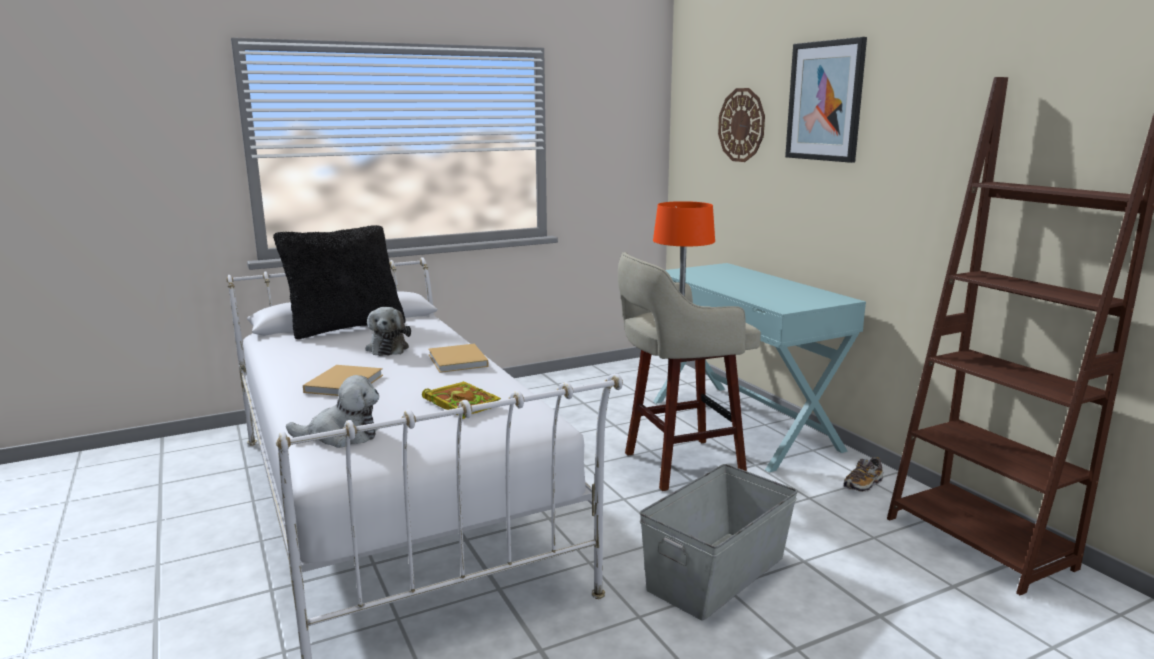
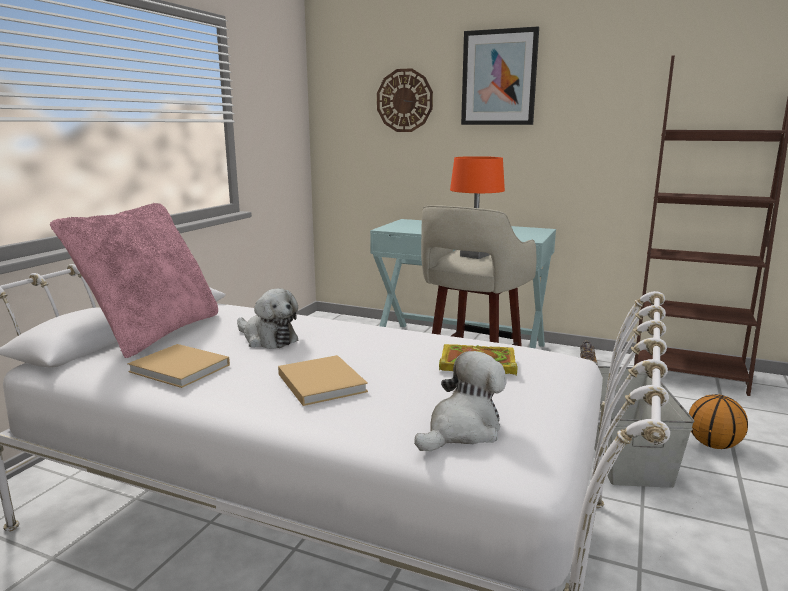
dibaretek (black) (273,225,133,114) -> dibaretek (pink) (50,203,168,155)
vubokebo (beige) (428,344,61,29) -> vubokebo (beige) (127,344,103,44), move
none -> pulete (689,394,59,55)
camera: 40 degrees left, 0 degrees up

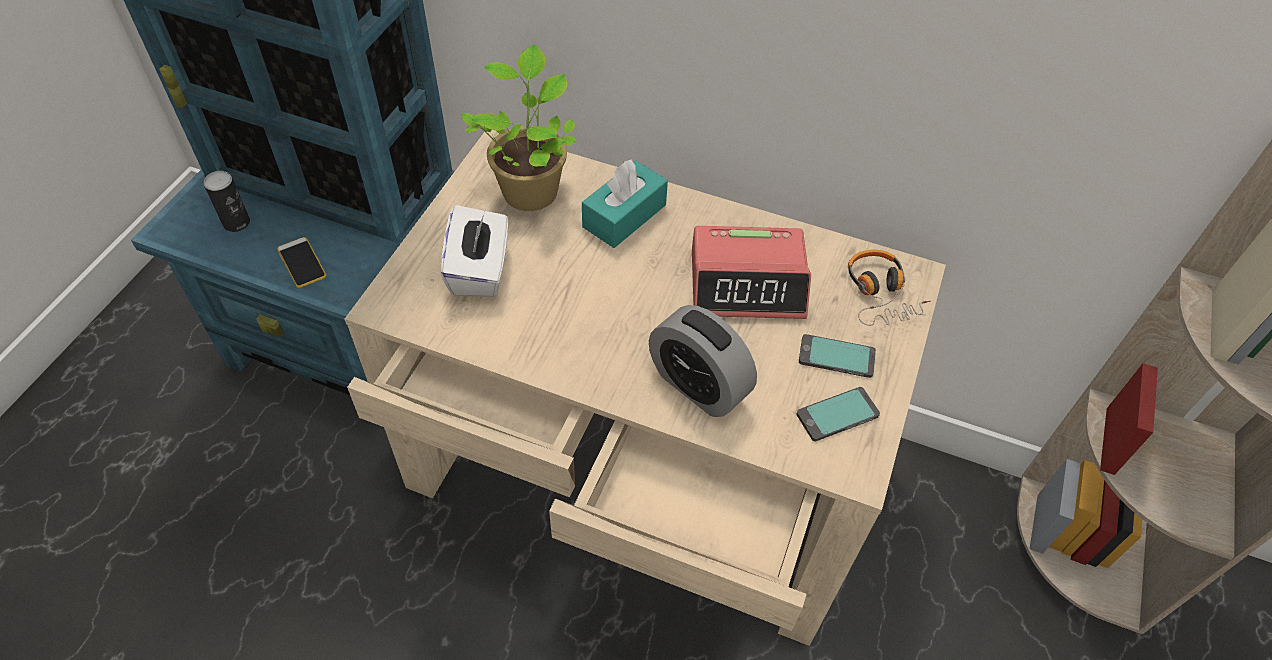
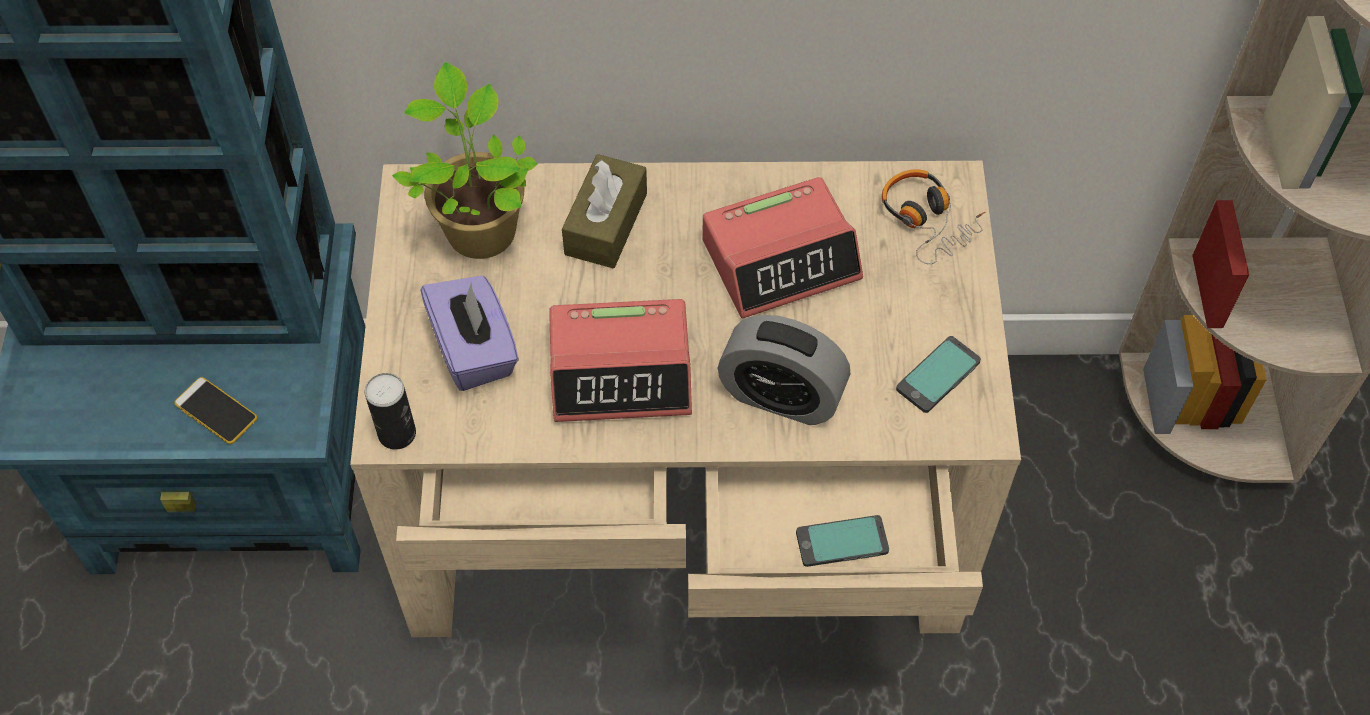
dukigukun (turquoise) (582,160,86,88) -> dukigukun (brown) (562,154,85,114)
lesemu (204,171,46,61) -> lesemu (365,373,51,77), move
dukigukun (white) (441,205,67,92) -> dukigukun (purple) (420,276,99,115)
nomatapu (799,334,77,44) -> nomatapu (796,515,93,52), move
none -> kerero (549,299,143,123)
camera: 20 degrees left, 5 degrees up

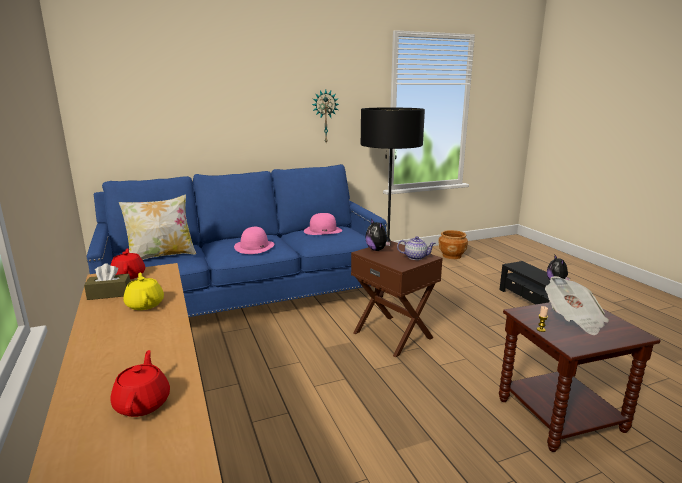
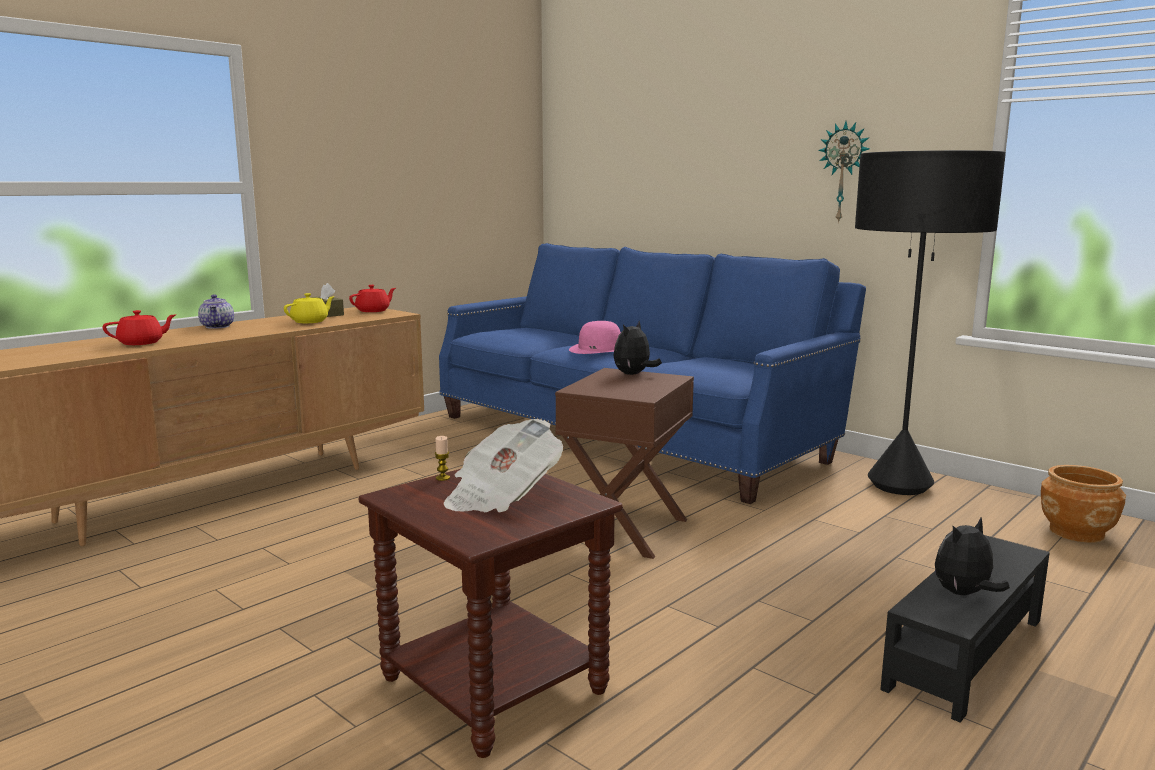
dibaretek (119,194,77,66) -> none
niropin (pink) (304,213,38,22) -> none
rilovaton (397,236,39,24) -> rilovaton (198,294,36,35), move
camera: 65 degrees right, 5 degrees down

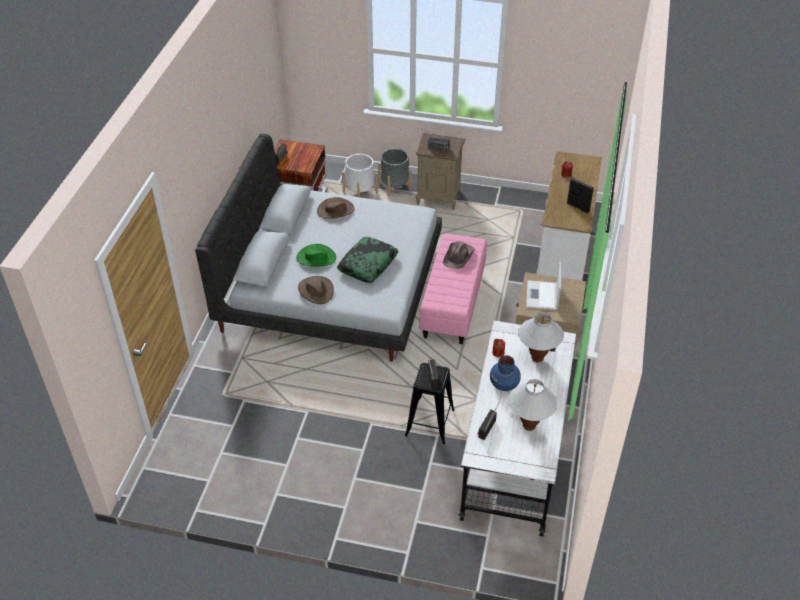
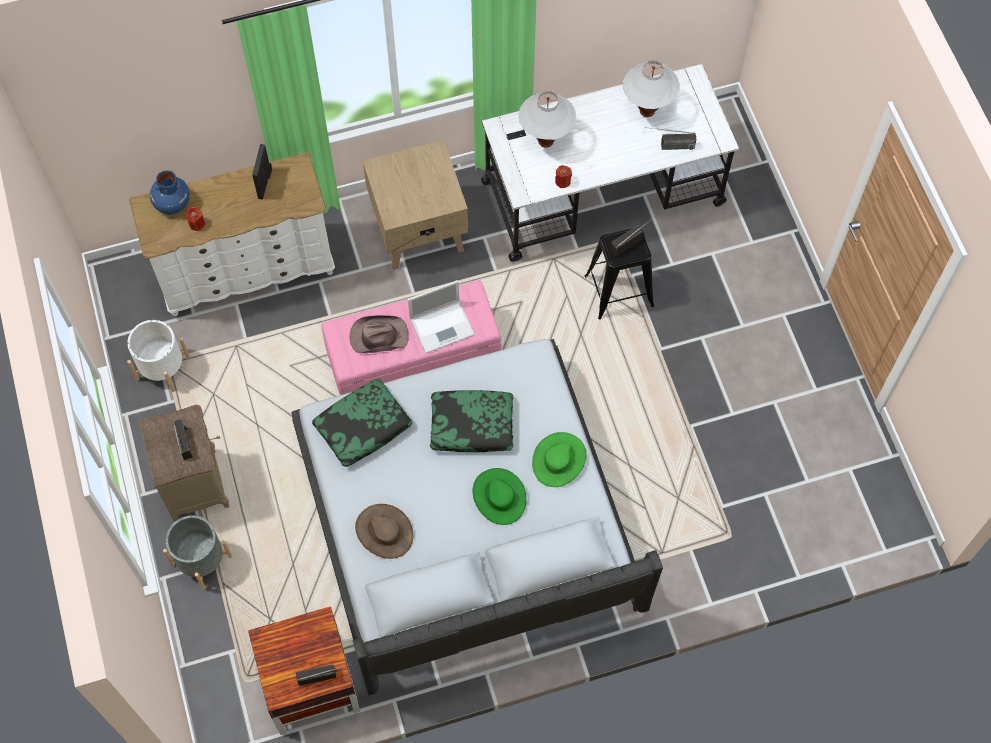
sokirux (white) (342,154,36,43) -> sokirux (white) (127,320,63,72), move
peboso (526,262,35,48) -> peboso (408,280,67,73), move
niropin (brown) (298,276,36,28) -> niropin (green) (532,432,54,55)
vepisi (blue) (490,355,31,36) -> vepisi (blue) (150,170,40,44), move
none -> dibaretek (312,379,101,88)
camera: 120 degrees left, 20 degrees up

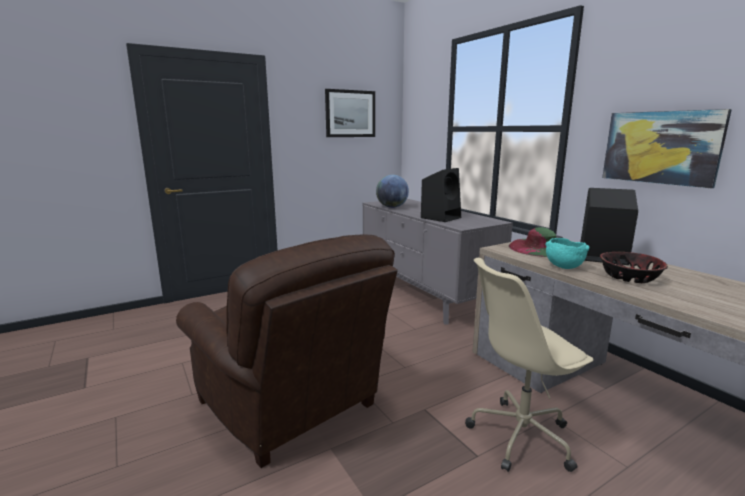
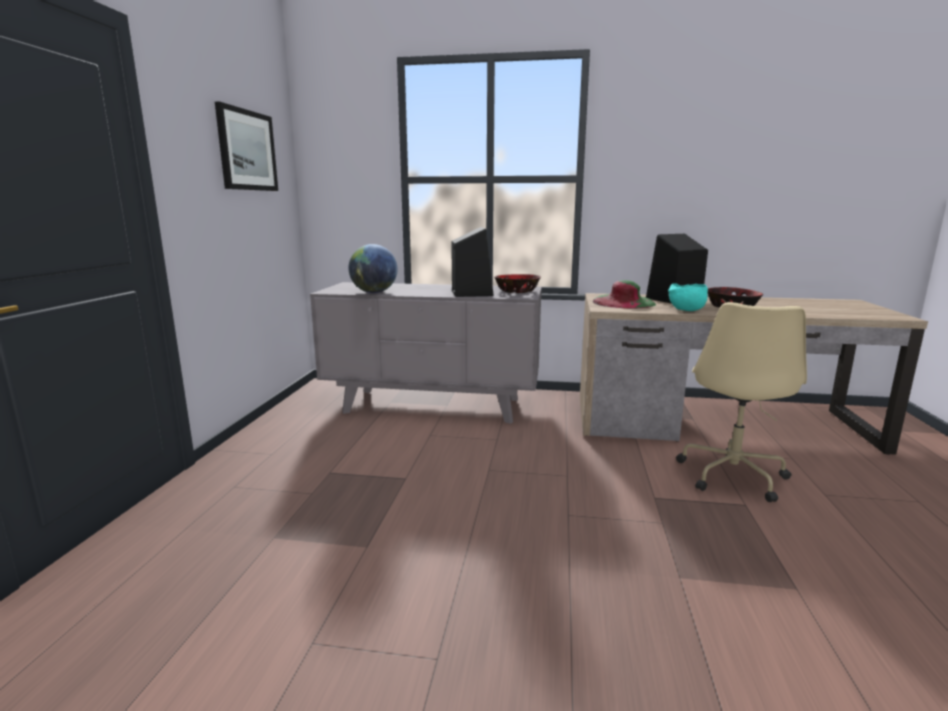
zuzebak (602,109,130,79) -> none
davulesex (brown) (176,234,222,234) -> none
none -> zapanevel (494,274,47,19)
camera: 50 degrees left, 0 degrees up

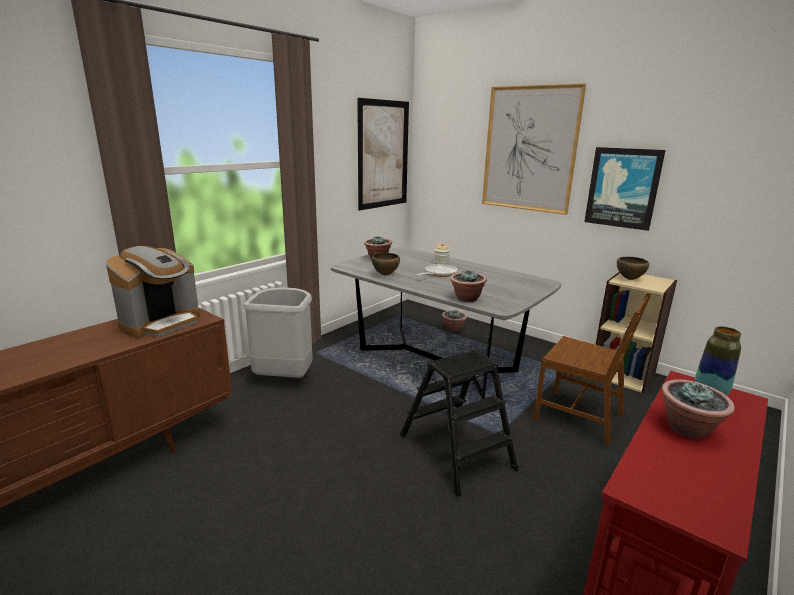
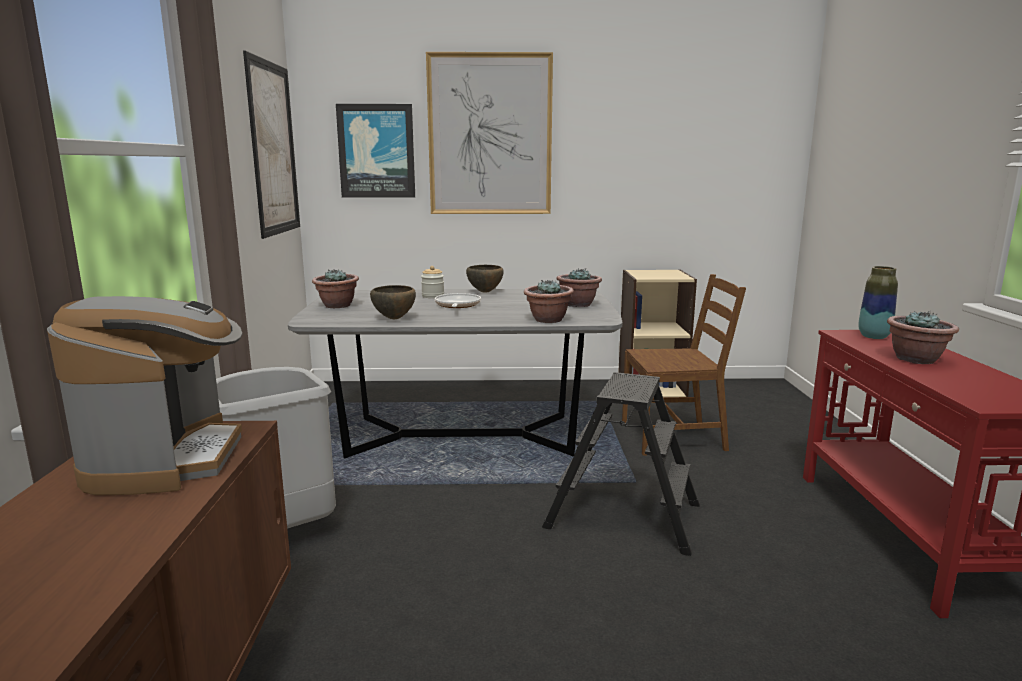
zuzebak (584,147,82,84) -> zuzebak (336,104,79,94), move
zapanevel (brown) (617,257,32,23) -> zapanevel (brown) (466,265,38,28), move
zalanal (442,310,25,22) -> zalanal (557,268,45,39), move
camera: 40 degrees left, 5 degrees down

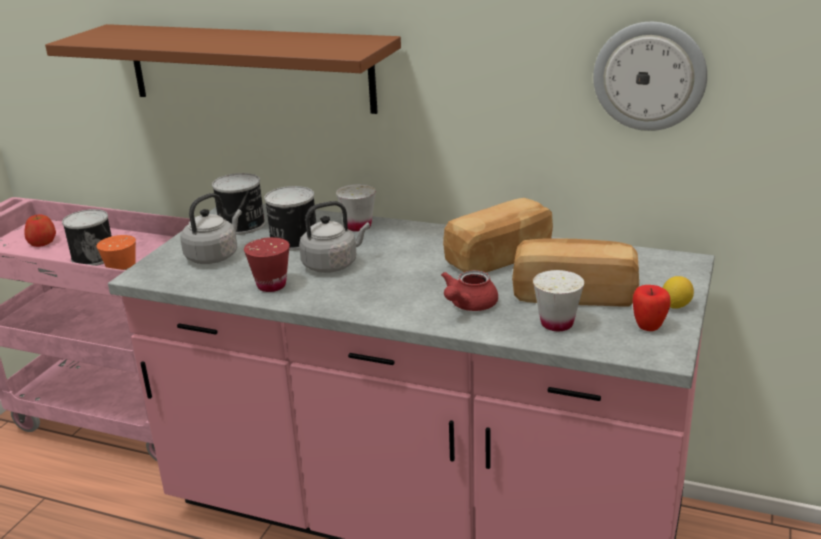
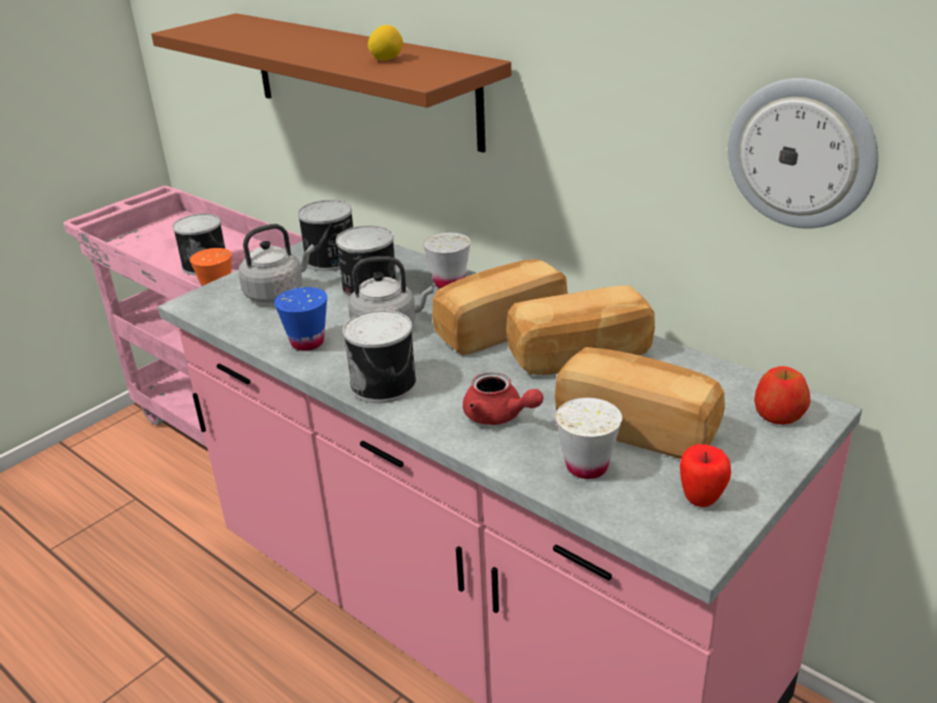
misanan (24,214,32,33) -> misanan (754,366,56,59), move
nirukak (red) (244,237,46,55) -> nirukak (blue) (274,287,53,64)
rilovaton (red) (441,270,57,41) -> rilovaton (red) (463,372,81,53), 105 degrees counterclockwise
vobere (663,276,31,32) -> vobere (368,25,35,36), move
none -> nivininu (432,260,136,96)
none -> lesemu (343,310,74,93)
camera: 20 degrees right, 5 degrees up

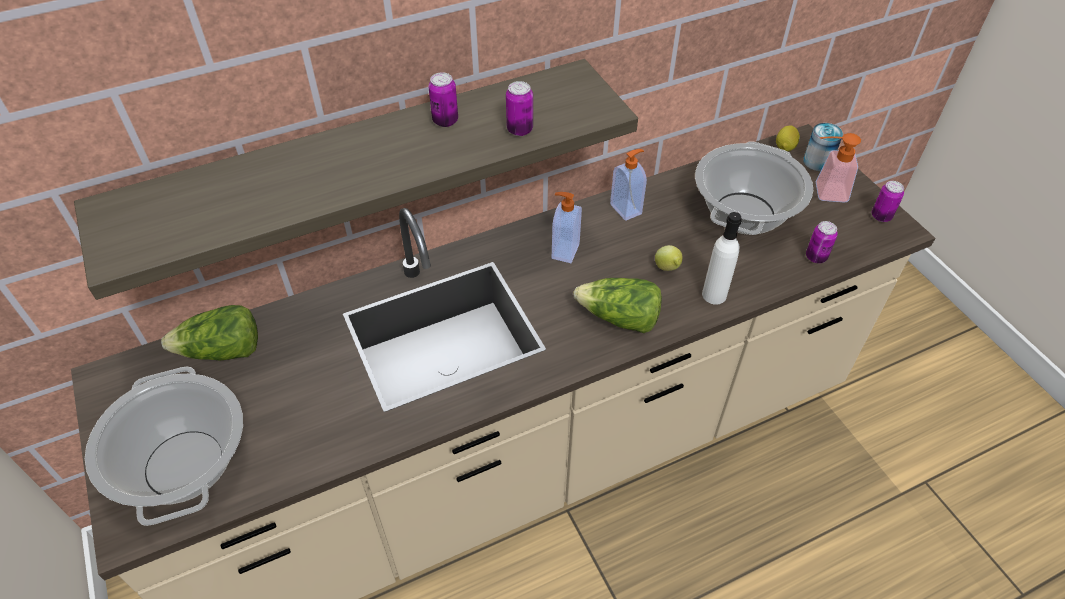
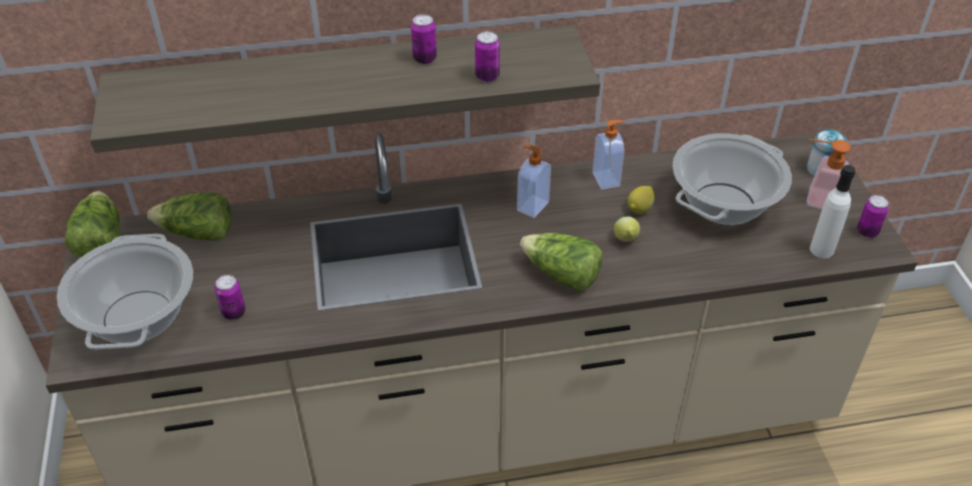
vobere (776,125,24,26) -> vobere (627,186,28,28), move
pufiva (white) (702,212,40,93) -> pufiva (white) (810,165,46,93), move
lesemu (806,221,32,42) -> lesemu (215,275,30,45), move
none -> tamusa (65,191,55,67)
camera: 15 degrees right, 5 degrees down

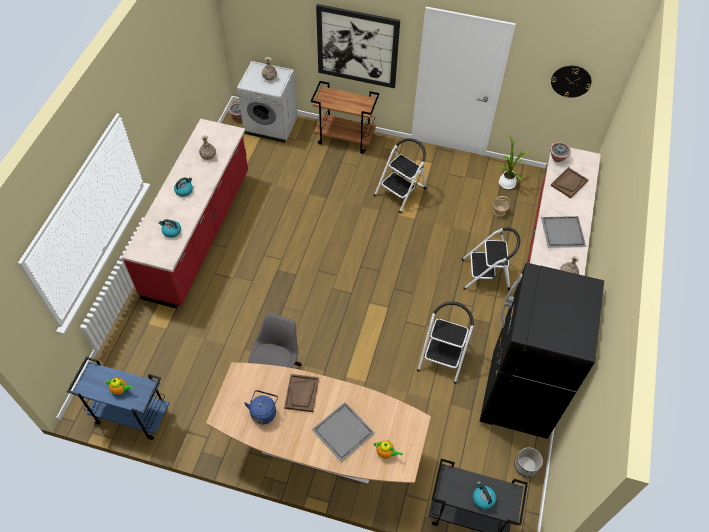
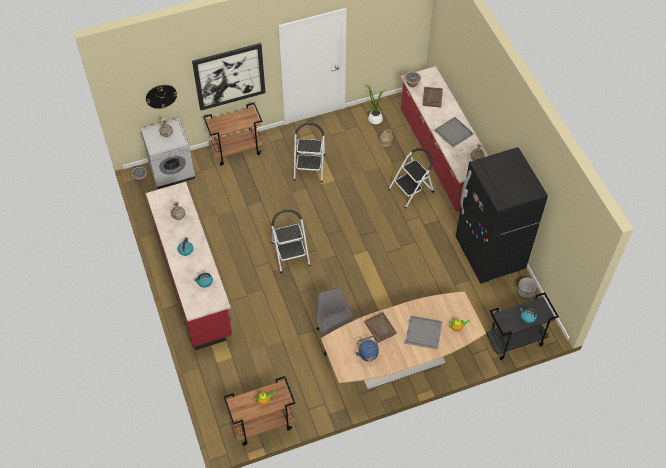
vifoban (551,66,40,32) -> vifoban (146,85,31,24), move
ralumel (417,302,57,82) -> ralumel (271,209,39,64), move
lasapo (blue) (67,357,103,83) -> lasapo (brown) (224,376,71,70)
camera: 35 degrees left, 0 degrees up

